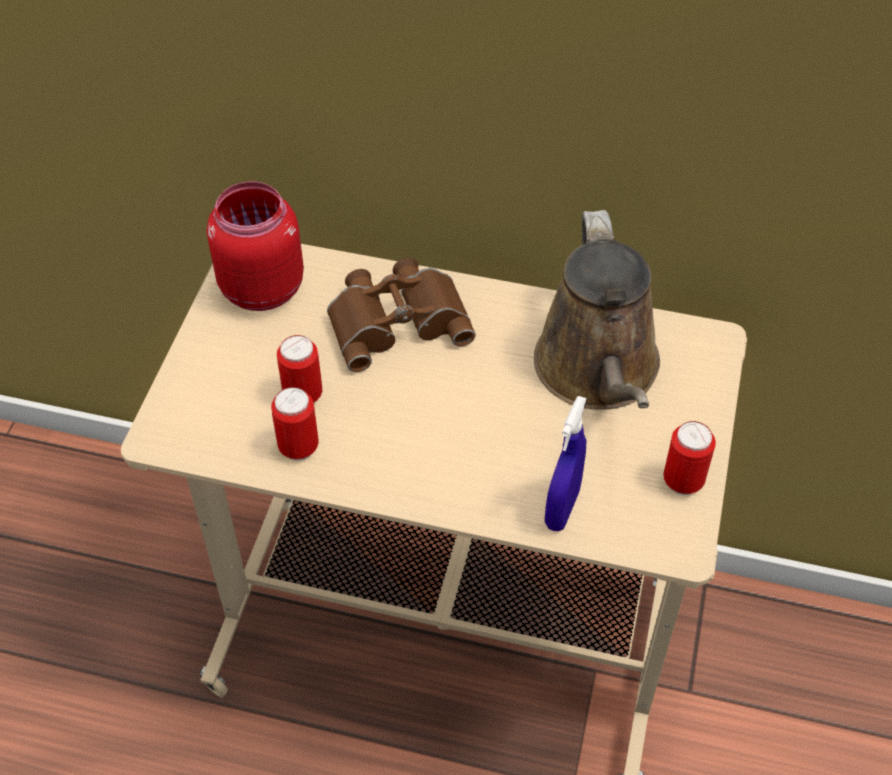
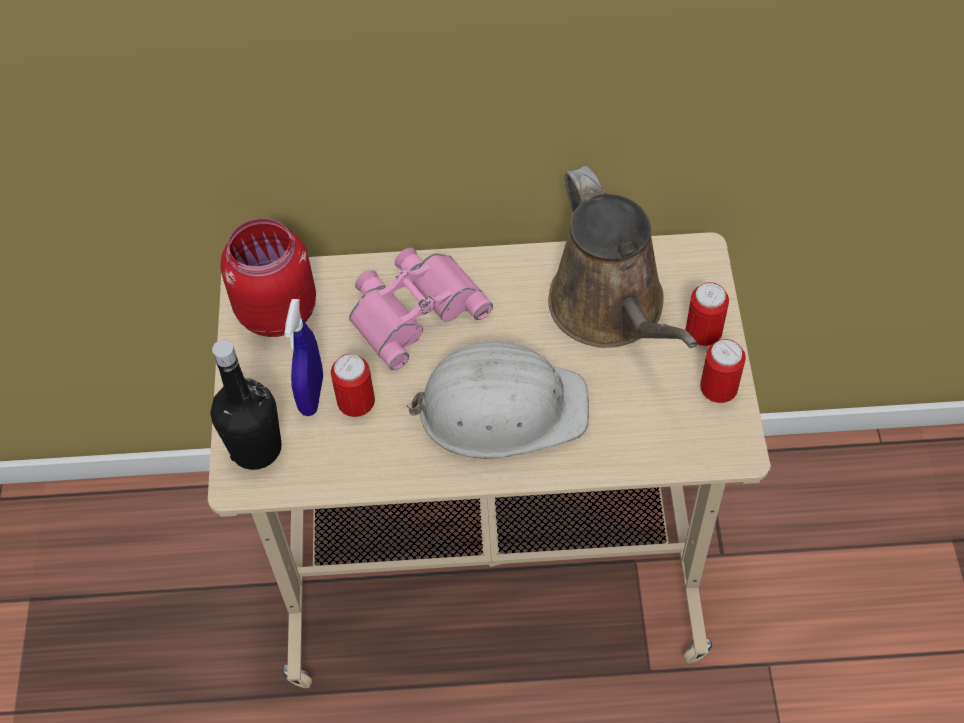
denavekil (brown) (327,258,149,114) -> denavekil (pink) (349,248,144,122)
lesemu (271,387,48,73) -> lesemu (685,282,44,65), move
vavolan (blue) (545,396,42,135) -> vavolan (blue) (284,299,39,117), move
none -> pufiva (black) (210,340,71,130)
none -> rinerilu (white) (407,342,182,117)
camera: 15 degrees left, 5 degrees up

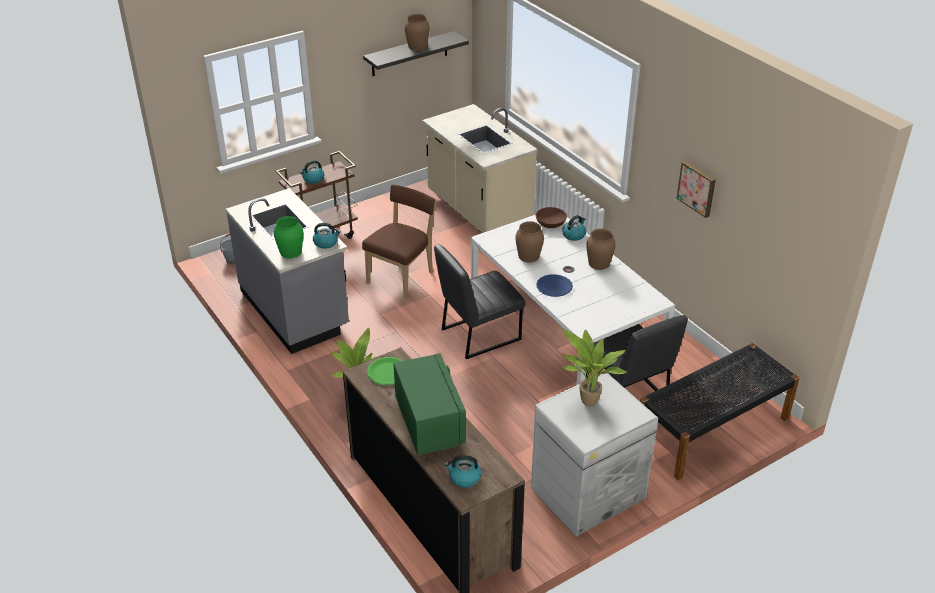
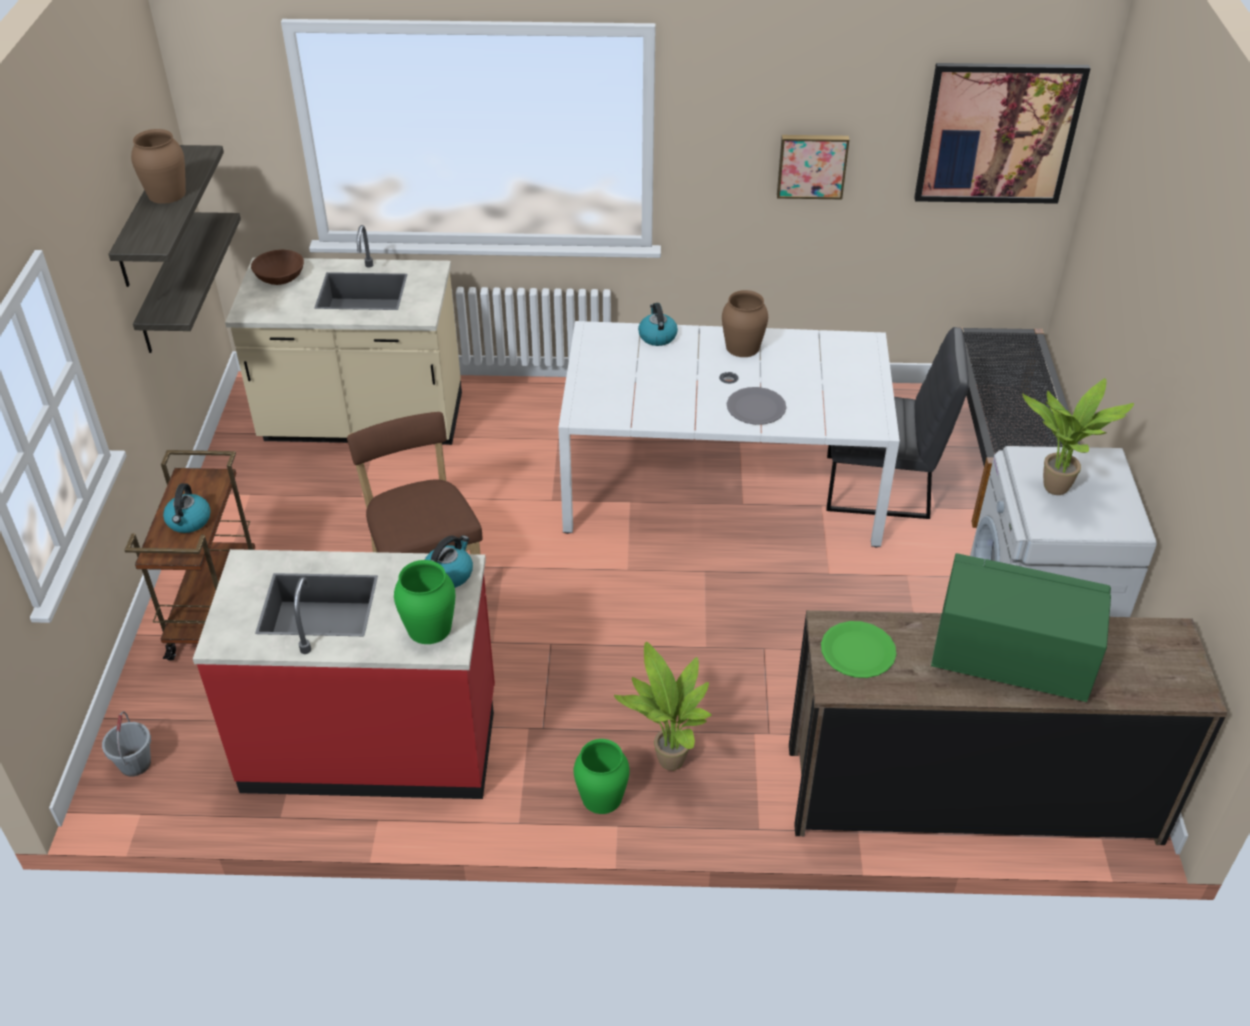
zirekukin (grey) (226,188,123,166) -> zirekukin (red) (193,549,302,250)
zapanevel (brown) (535,207,32,21) -> zapanevel (brown) (251,250,53,35), move
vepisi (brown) (515,221,29,41) -> none
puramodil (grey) (434,244,91,115) -> none
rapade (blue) (536,274,37,23) -> rapade (grey) (727,387,59,38)
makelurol (444,455,37,33) -> none
none -> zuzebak (914,63,177,141)
none -> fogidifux (133,212,108,141)
none -> vepisi (green) (574,739,56,75)
camera: 55 degrees left, 5 degrees up

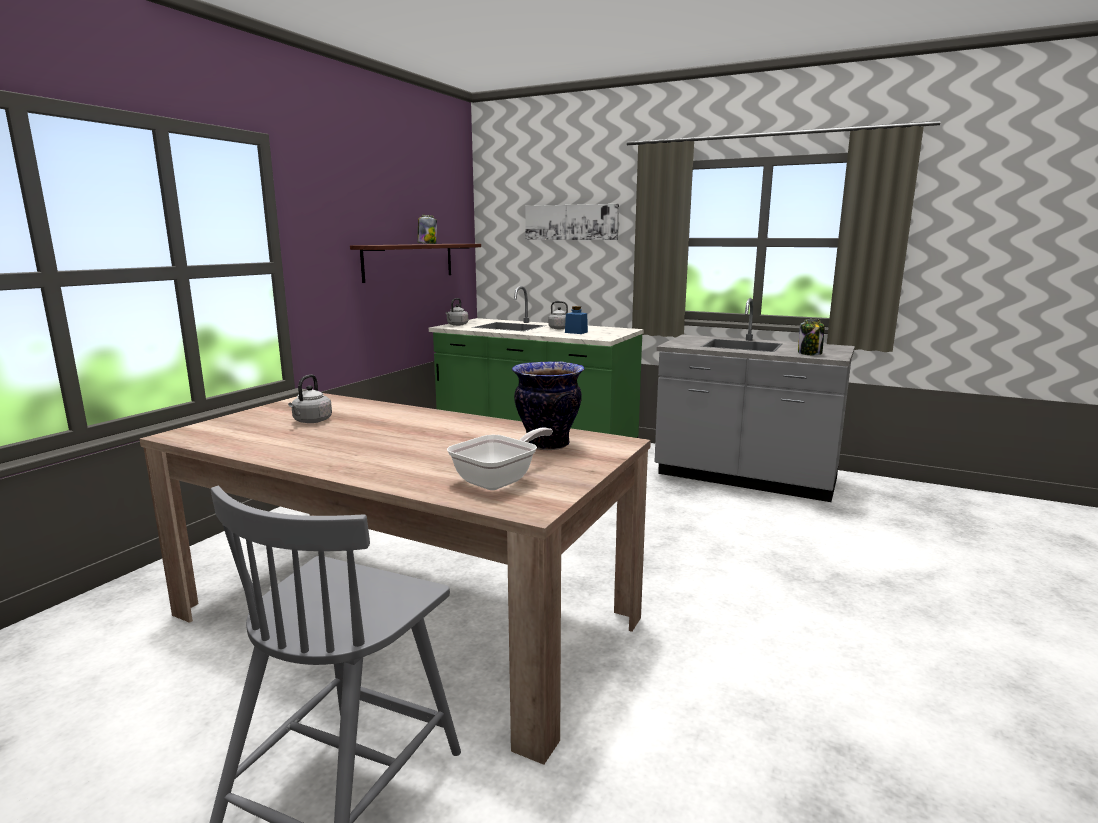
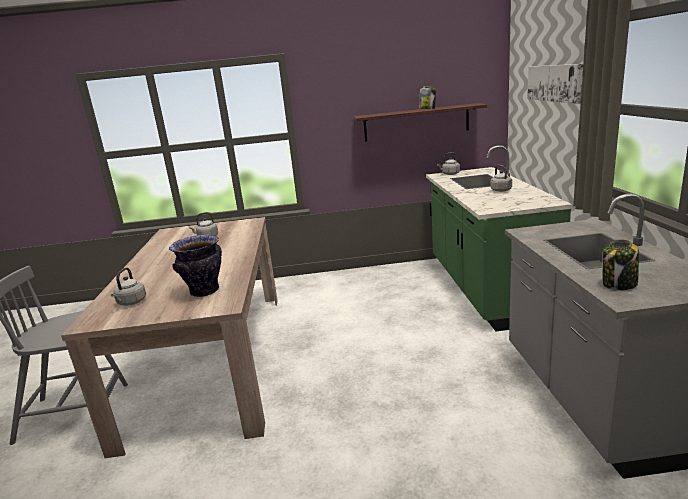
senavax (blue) (565,306,23,28) -> none
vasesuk (447,428,106,62) -> makelurol (grey) (111,268,35,38)
camera: 60 degrees right, 5 degrees up

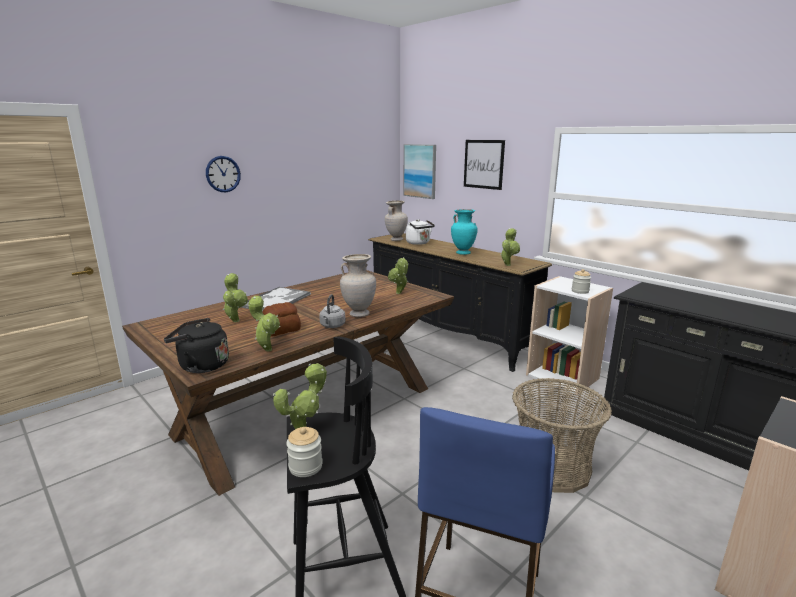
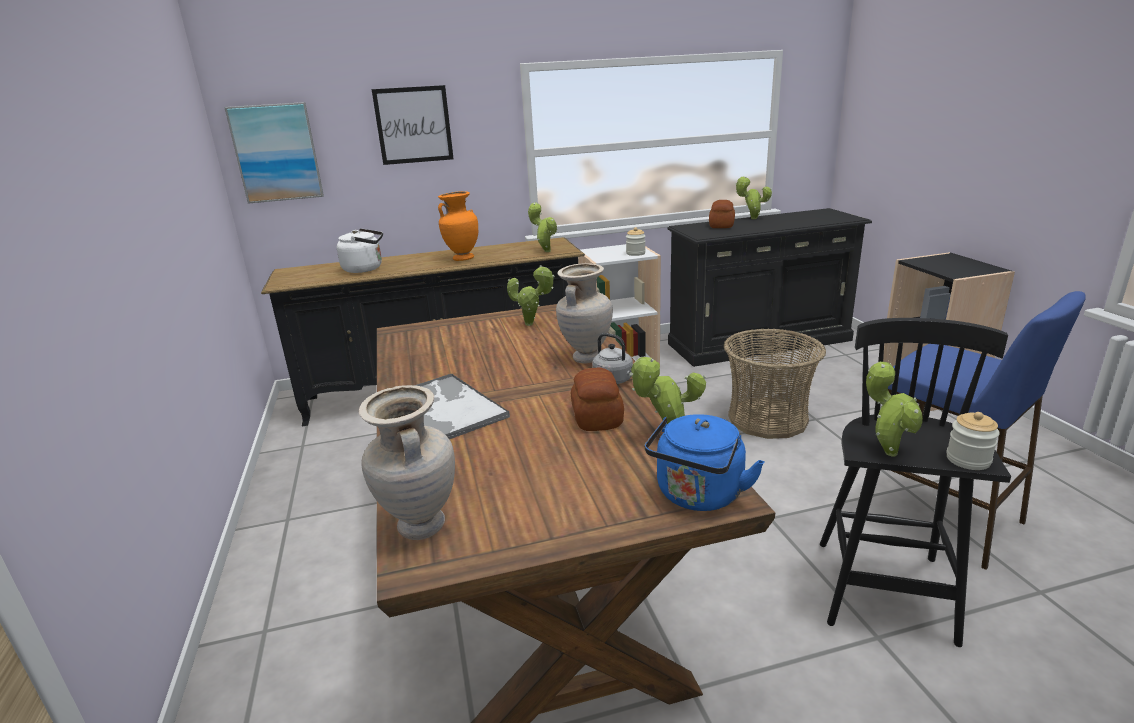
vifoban (206,156,35,36) -> none
vepisi (beige) (385,200,23,41) -> vepisi (beige) (359,385,96,155), move
vepisi (turquoise) (451,209,26,46) -> vepisi (orange) (438,191,40,70)
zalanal (223,273,25,49) -> zalanal (735,176,37,43), move
makelurol (black) (164,318,65,55) -> makelurol (blue) (645,414,120,97)
none -> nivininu (709,200,26,28)
camera: 60 degrees left, 5 degrees up

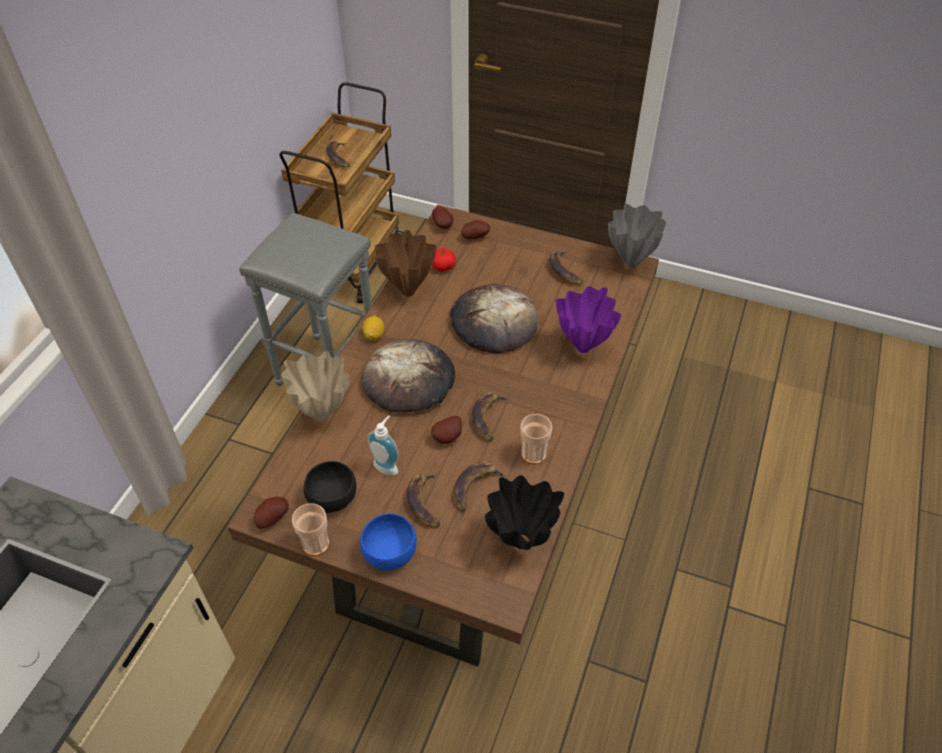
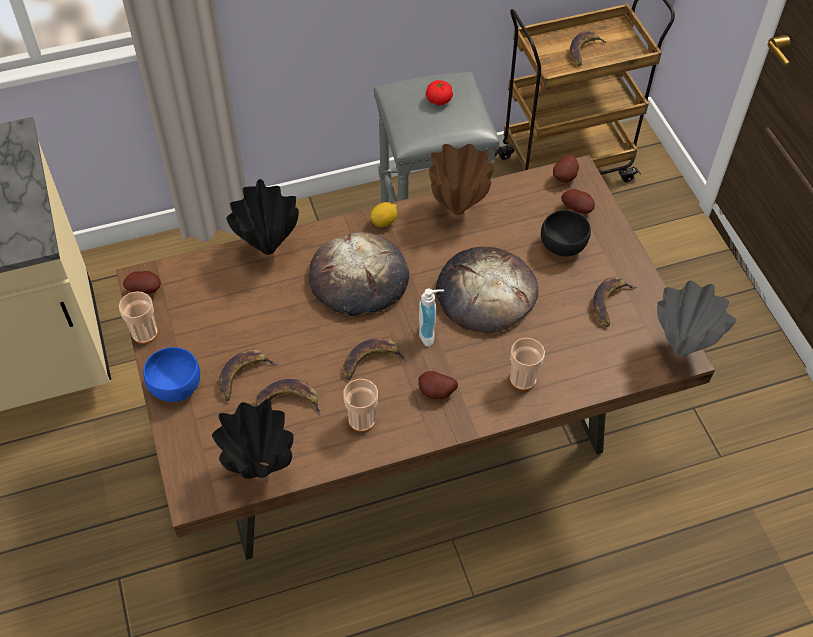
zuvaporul (432,248,24,23) -> zuvaporul (426,80,27,25), move
vepisi (purple) (556,286,65,67) -> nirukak (510,338,35,53)
vepisi (beige) (281,351,69,70) -> vepisi (black) (226,179,73,76)
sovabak (367,415,32,61) -> sovabak (419,289,25,57), move
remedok (431,416,31,28) -> remedok (418,371,40,28), move
zapanevel (black) (304,461,53,52) -> zapanevel (black) (541,210,50,47), move
camera: 50 degrees right, 5 degrees up

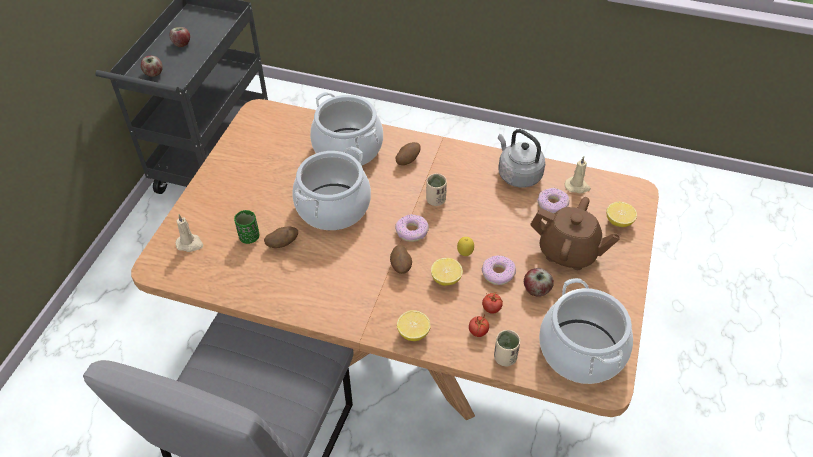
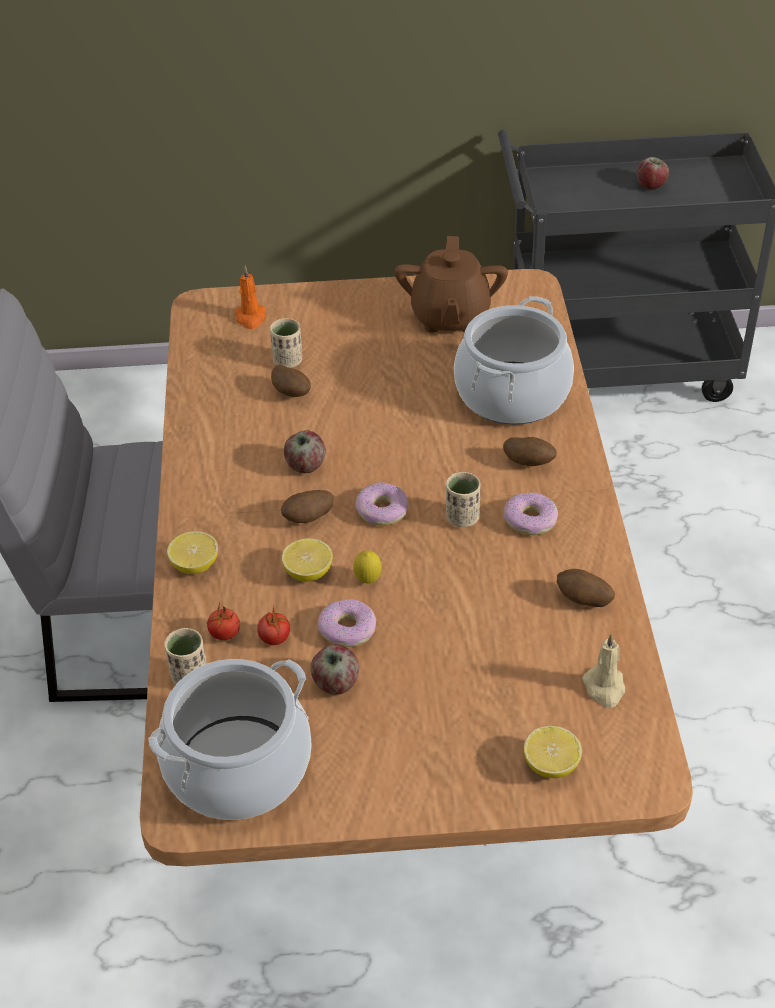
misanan (141,56,22,21) -> misanan (284,430,42,43), move
makelurol (grey) (498,129,47,59) -> remedok (557,569,58,38)
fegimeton (292,147,79,83) -> none
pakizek (537,188,32,26) -> pakizek (504,492,54,43), move
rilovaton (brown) (530,197,91,73) -> rilovaton (brown) (394,236,114,97), move
nirukak (green) (234,210,26,34) -> nirukak (beige) (270,318,32,50)
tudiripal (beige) (175,214,28,38) -> tudiripal (orange) (235,266,31,63)
camera: 70 degrees right, 5 degrees down

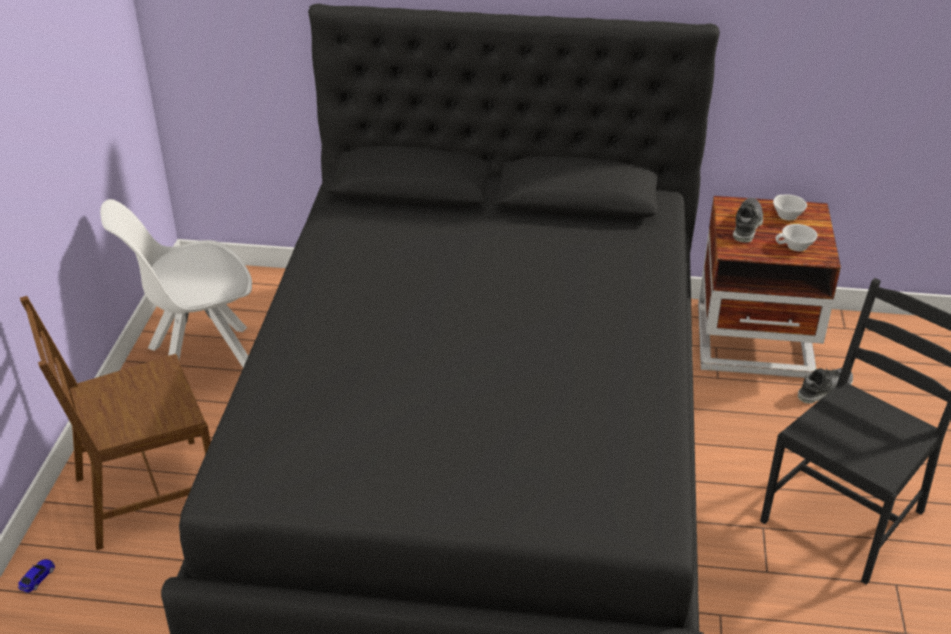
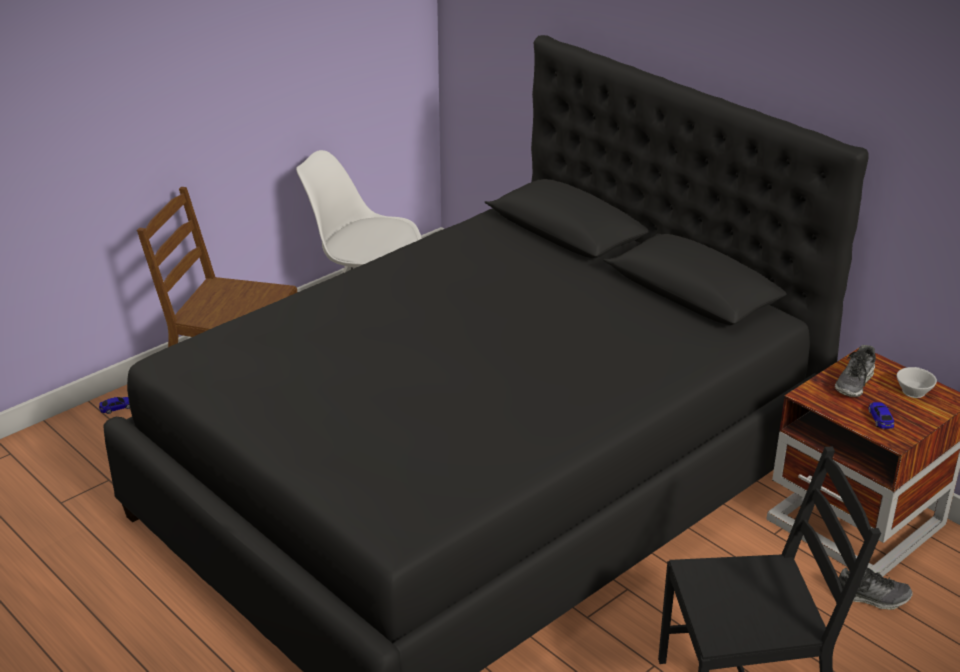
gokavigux (733,198,30,45) -> gokavigux (835,345,41,52), 150 degrees clockwise
nirukak (white) (775,224,42,27) -> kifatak (868,402,26,28)
camera: 40 degrees right, 5 degrees down

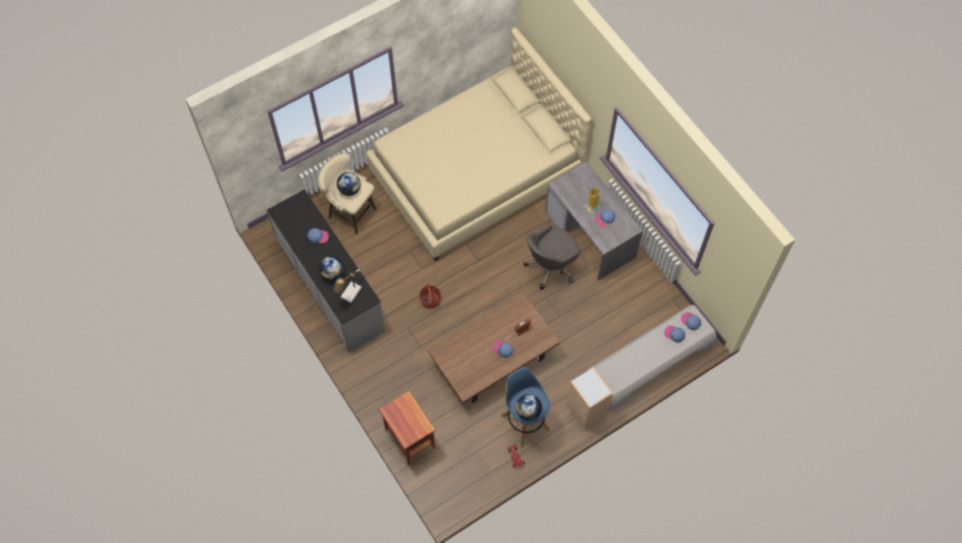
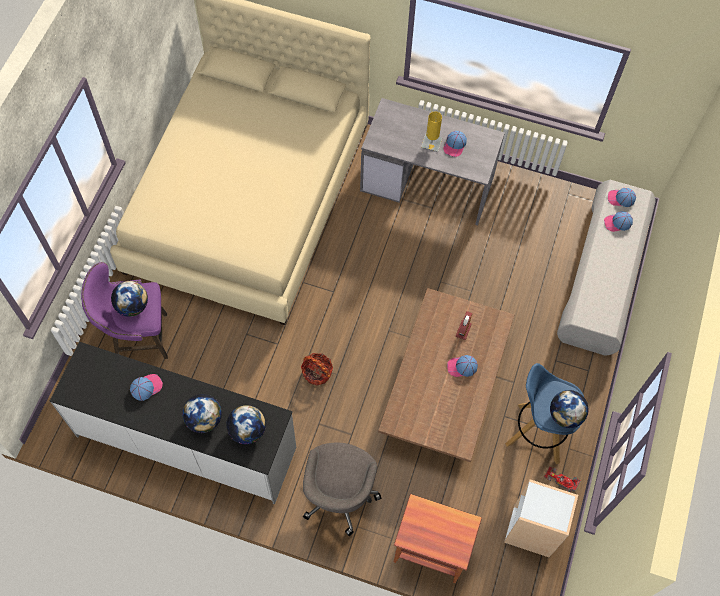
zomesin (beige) (317,153,60,82) -> zomesin (purple) (81,262,87,97)
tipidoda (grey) (524,224,56,65) -> tipidoda (grey) (303,443,78,93), move
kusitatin (333,269,29,34) -> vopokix (226,405,40,39)
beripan (566,367,47,63) -> beripan (504,479,74,78), move
camera: 40 degrees left, 0 degrees up

